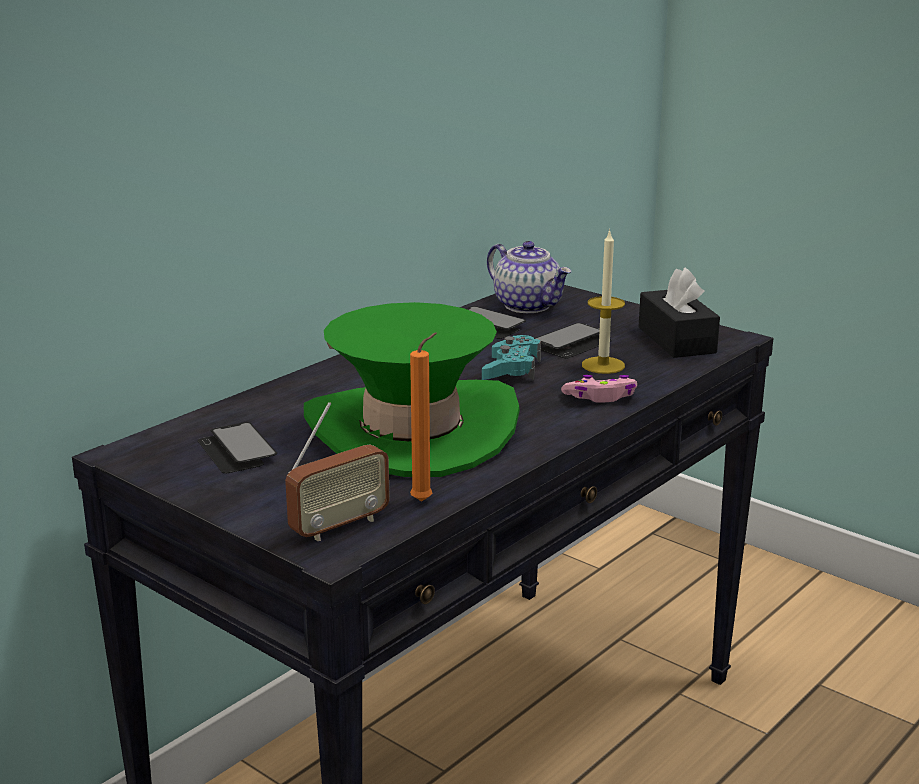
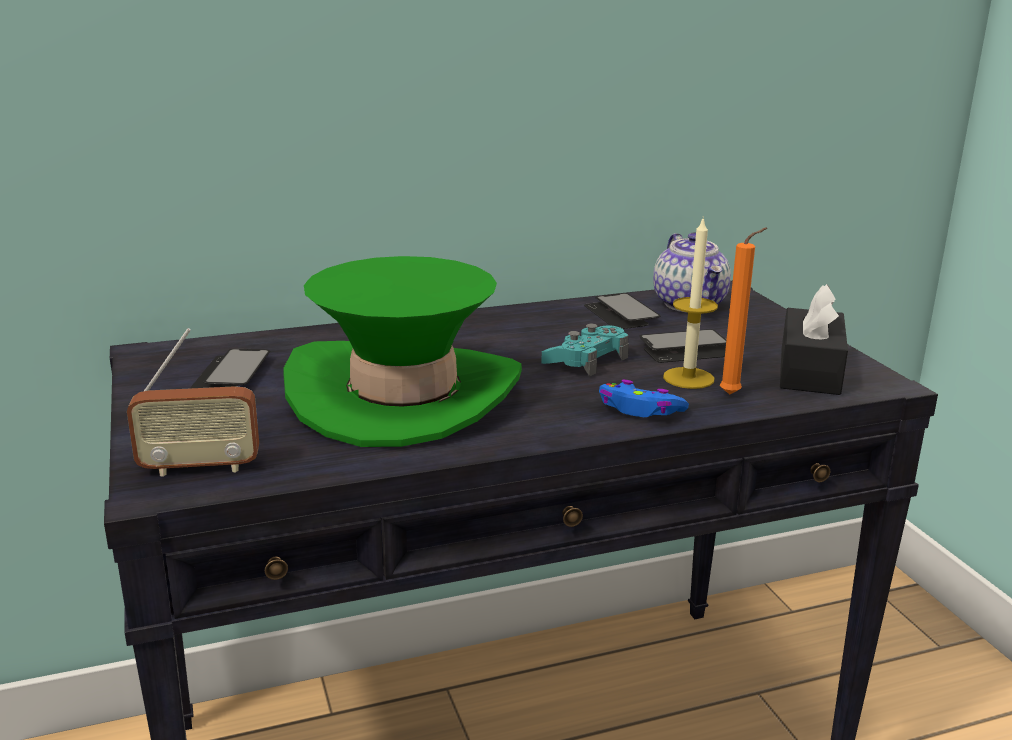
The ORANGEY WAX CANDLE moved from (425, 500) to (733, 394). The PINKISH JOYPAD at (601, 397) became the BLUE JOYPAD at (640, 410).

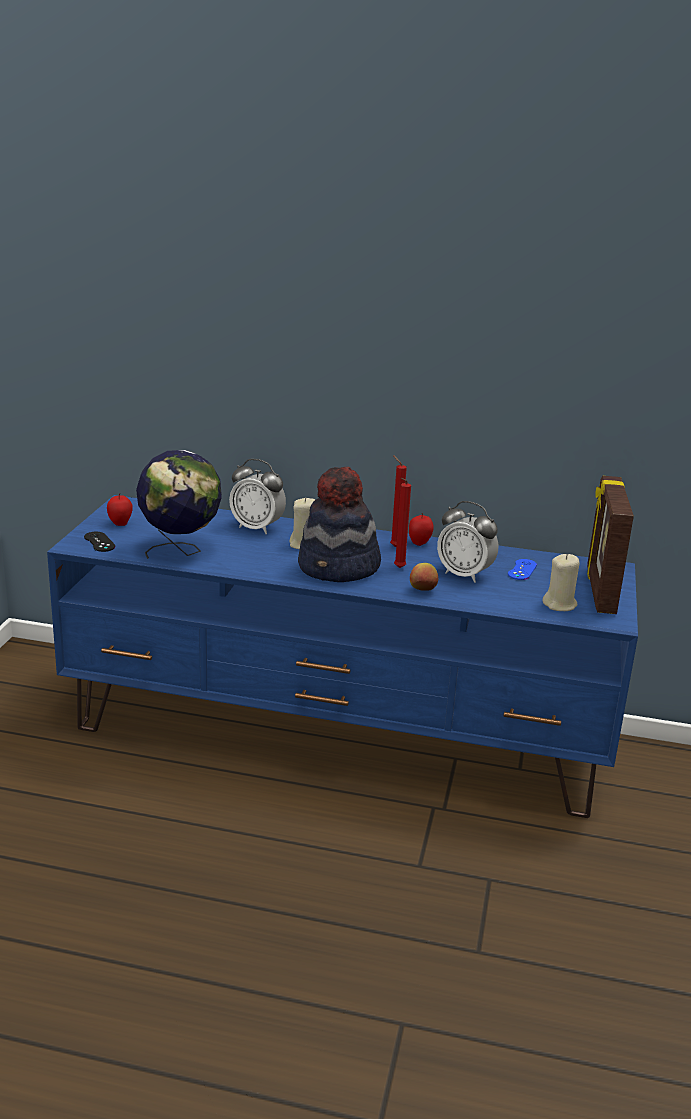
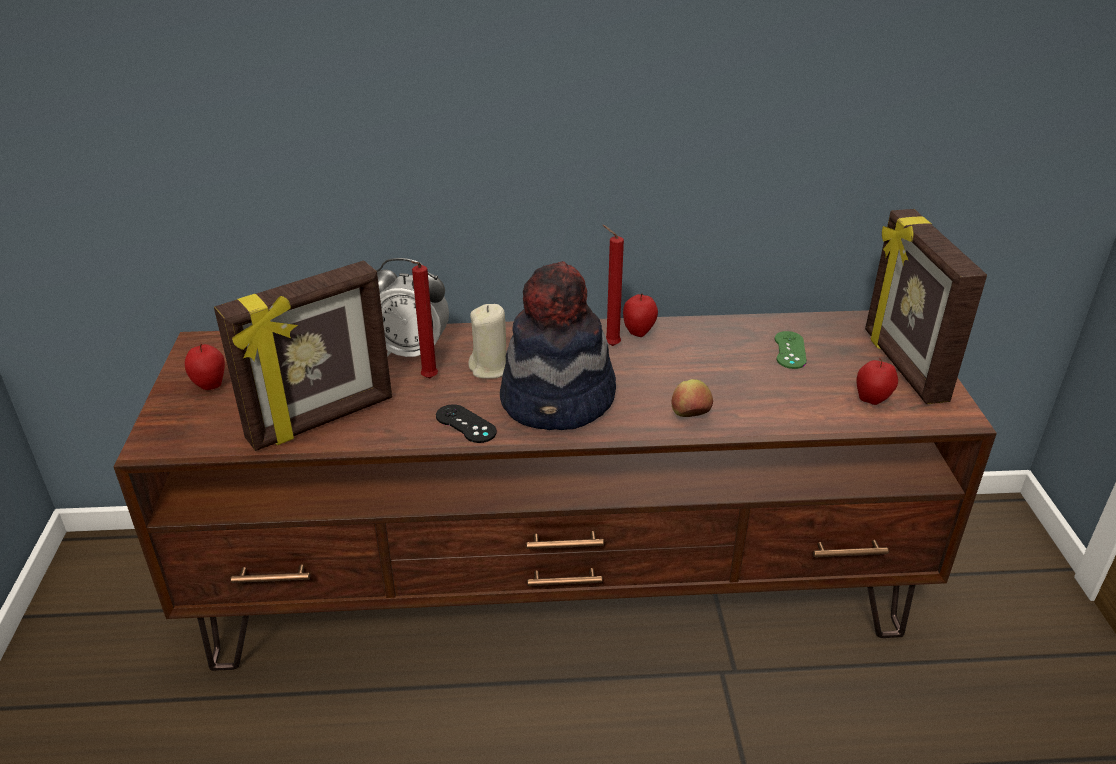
The GLOBE at (180, 551) was replaced by the PICTURE FRAME at (322, 420). The REDDISH WAX CANDLE moved from (398, 568) to (428, 379). The BLUE MEDIA CONSOLE at (339, 736) became the BROWN-COLOURED MEDIA CONSOLE at (560, 587). The BEDSIDE CLOCK at (464, 575) disappeared. The BLACKISH JOYPAD moved from (99, 542) to (465, 424). The BEIGE WAX CANDLE at (560, 604) was replaced by the APPLE FRUIT at (872, 400). The BLUE JOYPAD at (522, 570) became the GREENISH JOYPAD at (790, 350).

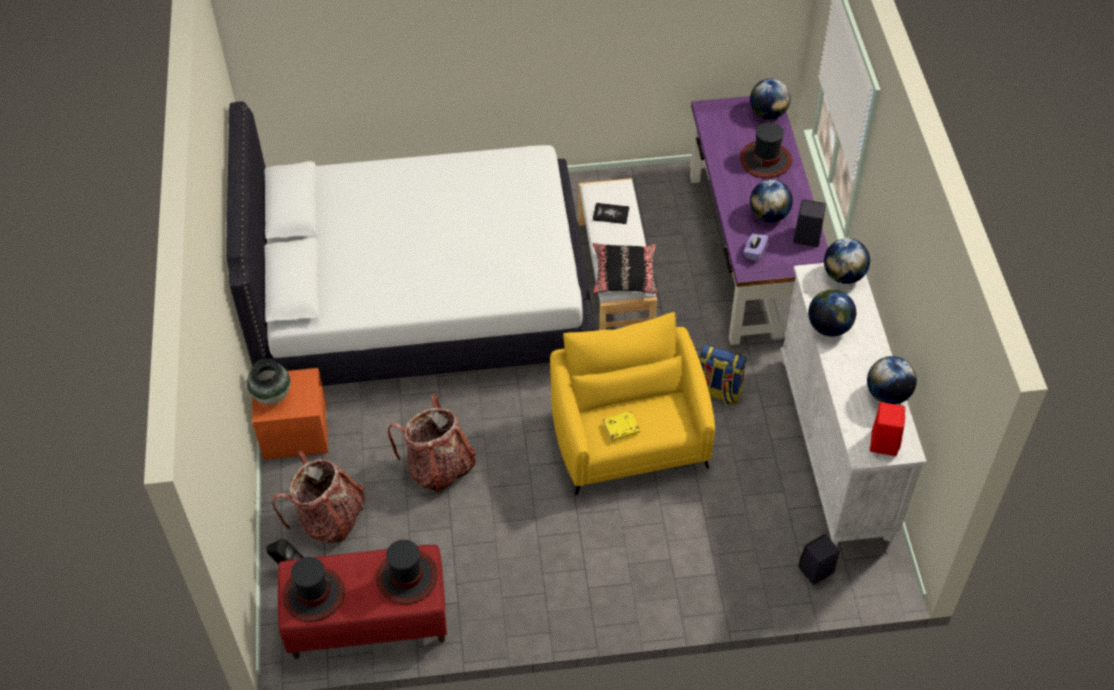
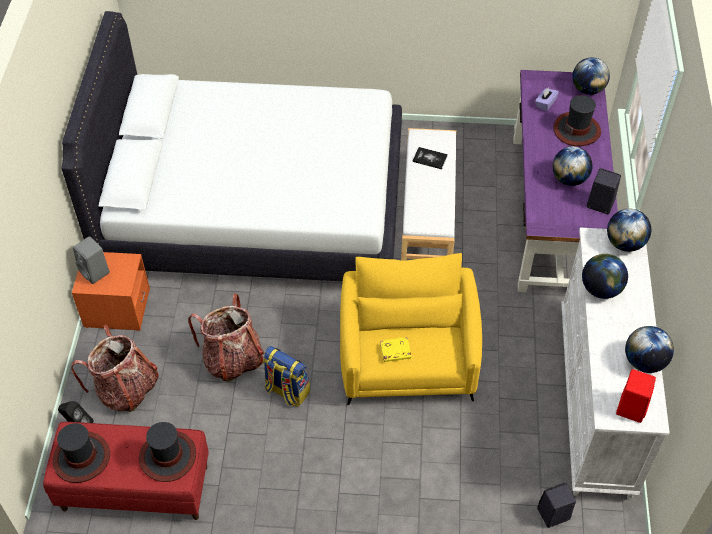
The PURPLE BOX OF TISSUES moved from (754, 252) to (545, 104). The BLACKISH CUSHION at (624, 274) disappeared. The KNAPSACK moved from (718, 392) to (286, 391). The DECORATIVE VASE at (272, 396) was replaced by the GREY SPEAKER at (95, 272).

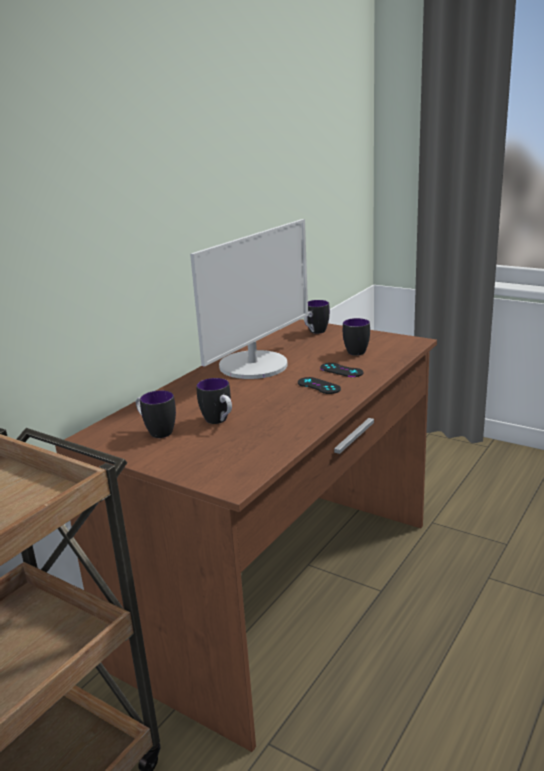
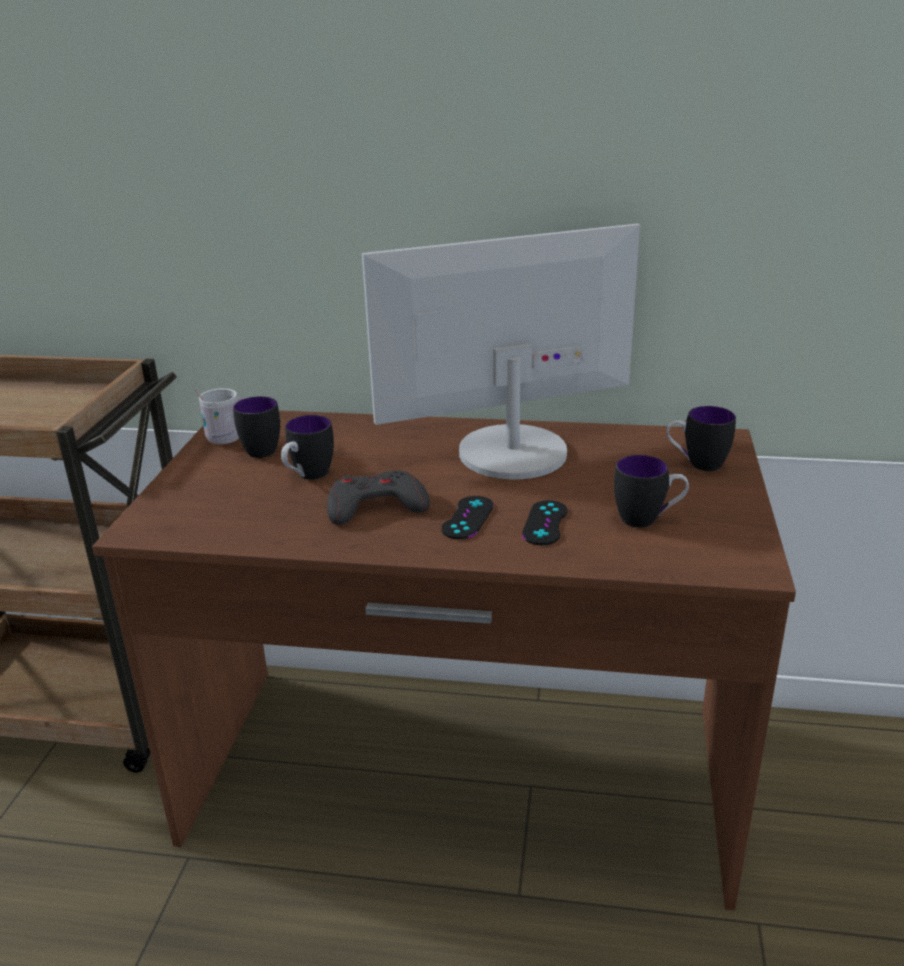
The COMPUTER DISPLAY at (254, 365) turned 150 degrees clockwise. The WHITISH TEA MUG at (230, 437) appeared. The GREY JOYPAD at (376, 506) appeared.

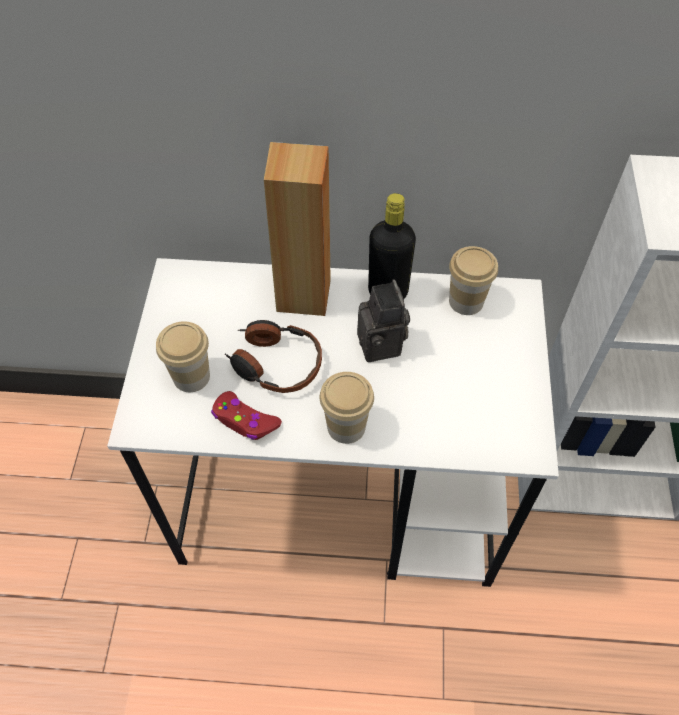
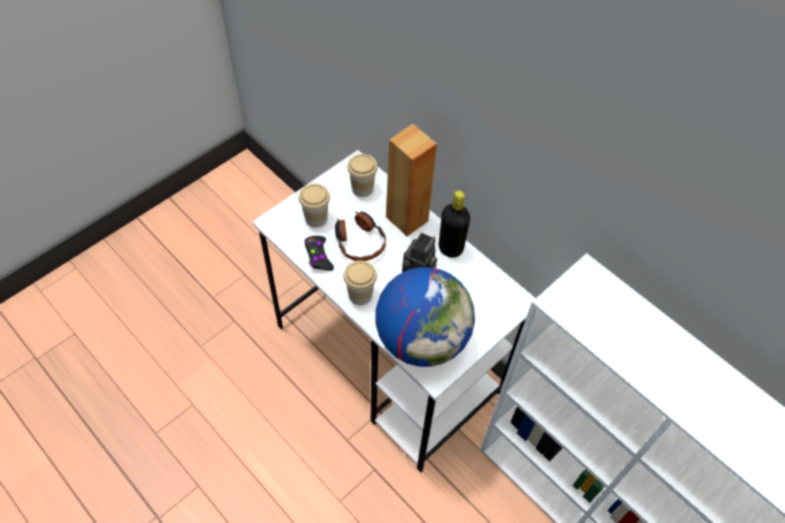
The DRINKING CUP moved from (466, 301) to (362, 188). The REDDISH JOYPAD at (245, 421) became the BLACKISH JOYPAD at (318, 256). The GLOBE at (422, 339) appeared.

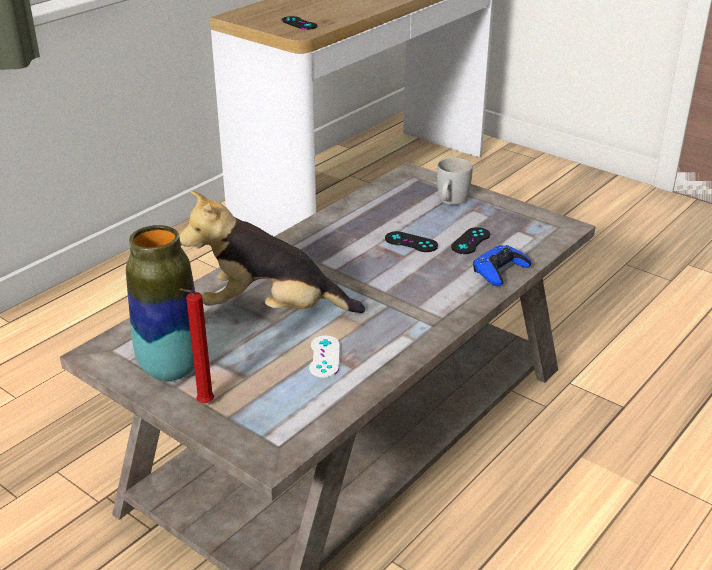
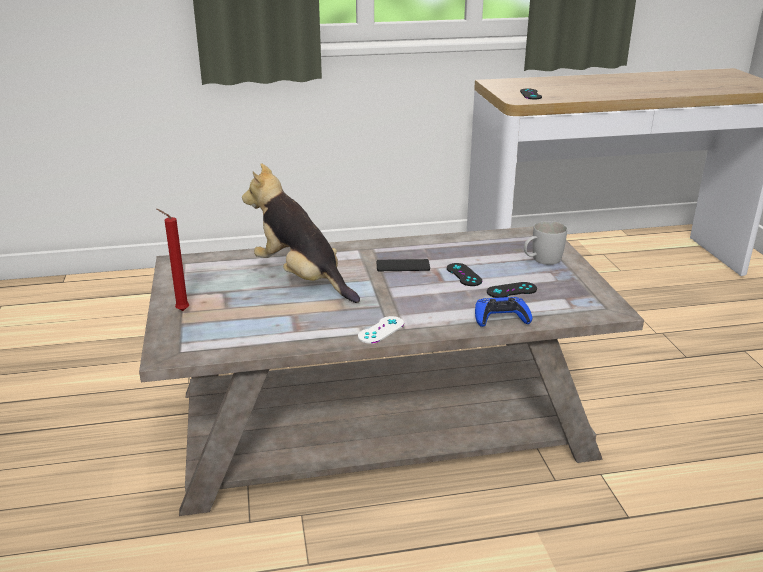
The DECORATIVE VASE at (171, 368) disappeared. The WHITISH JOYPAD moved from (324, 356) to (381, 330). The HANDSET at (403, 266) appeared.

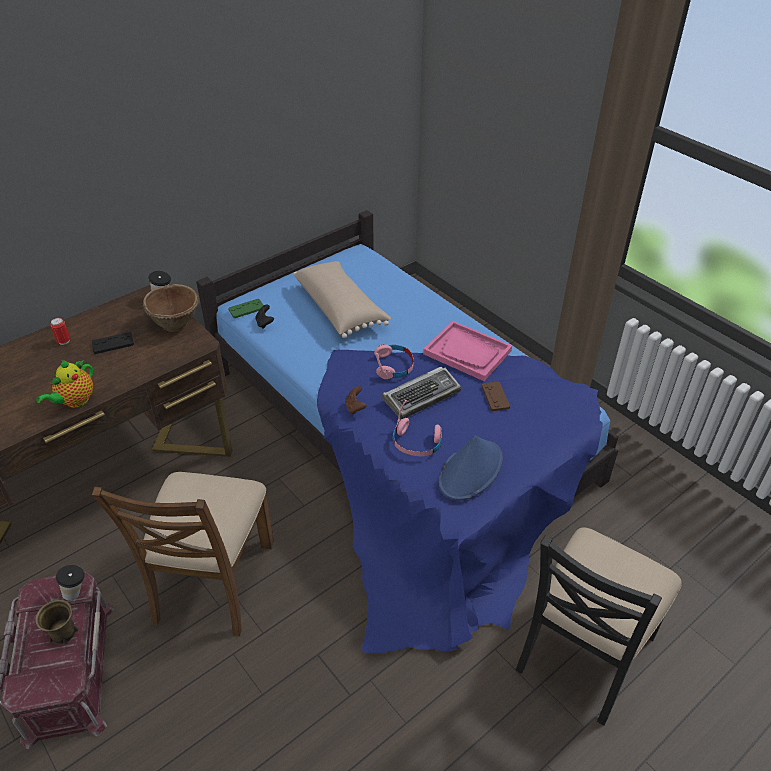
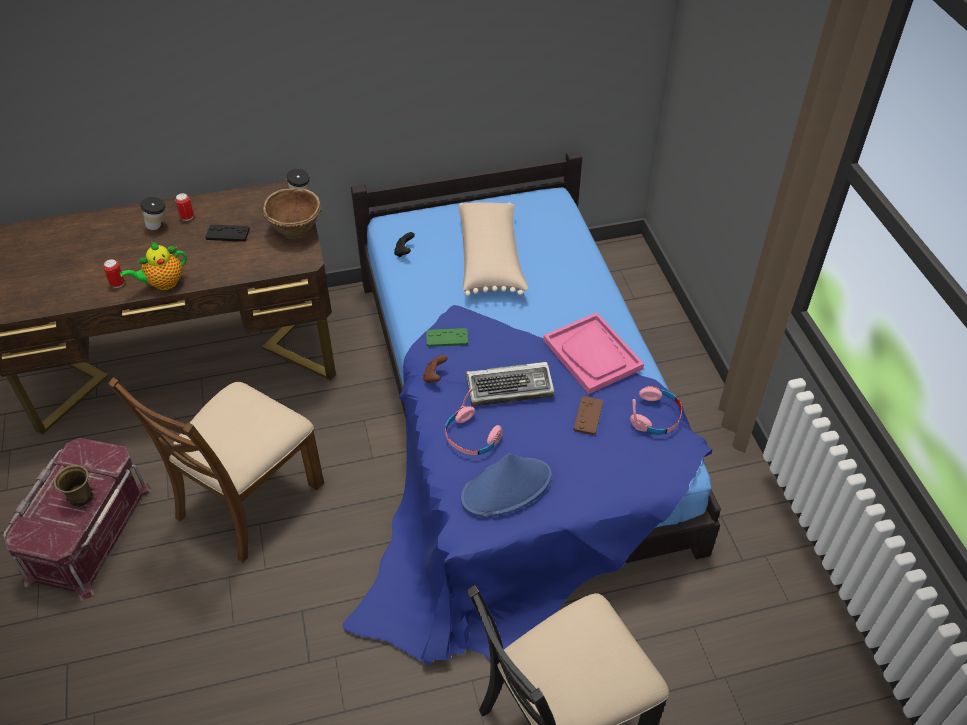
The GREENISH JOYPAD moved from (246, 309) to (447, 338). The PINKISH HEADPHONES moved from (394, 366) to (656, 416). The DRINKING CUP moved from (77, 592) to (158, 226). The SEALED CAN at (117, 284) appeared.

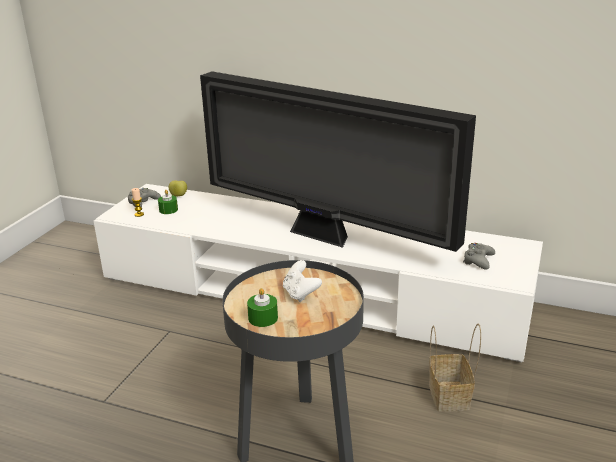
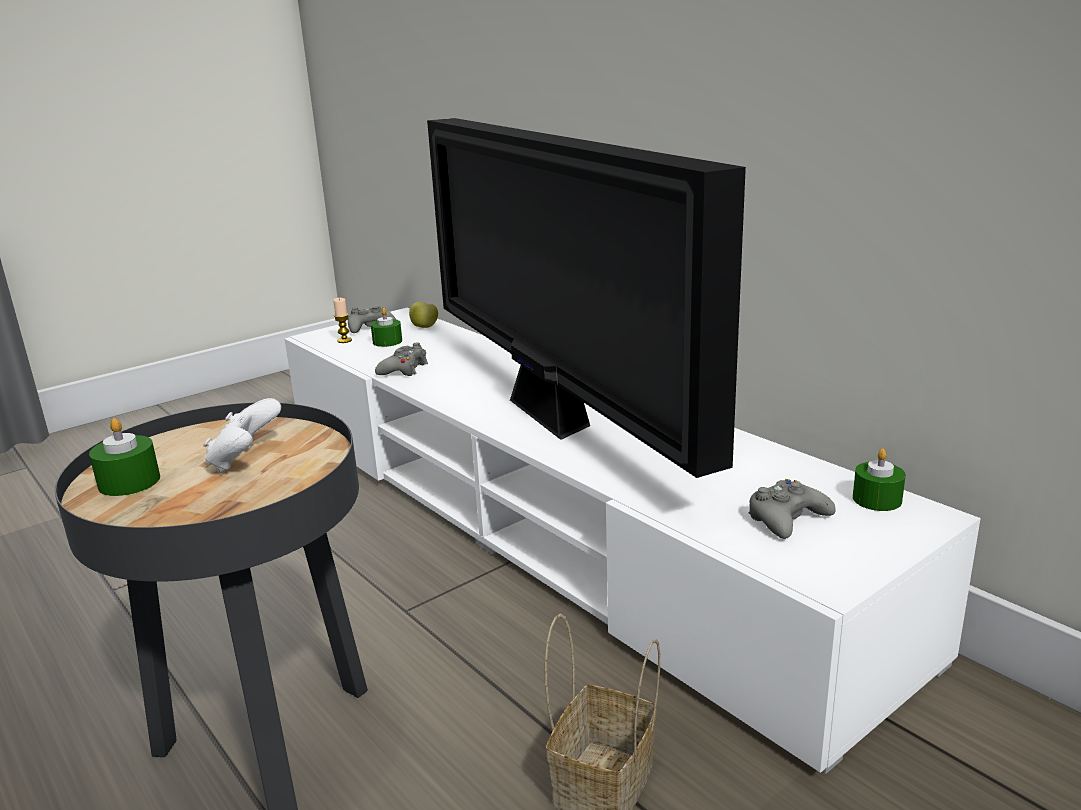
The GREY JOYPAD at (403, 369) appeared. The GREENISH WAX CANDLE at (877, 499) appeared.

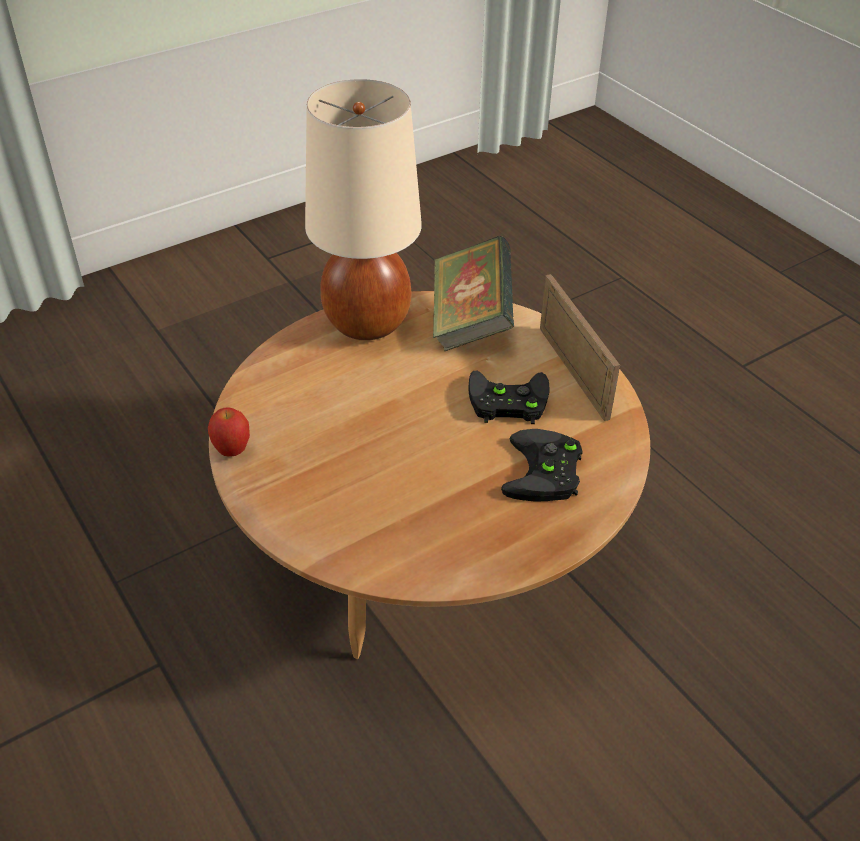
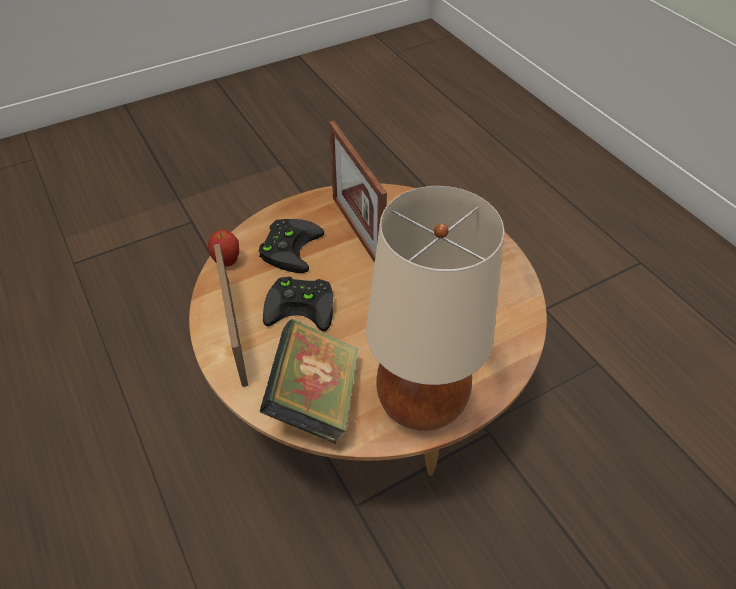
The APPLE FRUIT moved from (232, 450) to (227, 262). The PICTURE FRAME at (357, 232) appeared.

